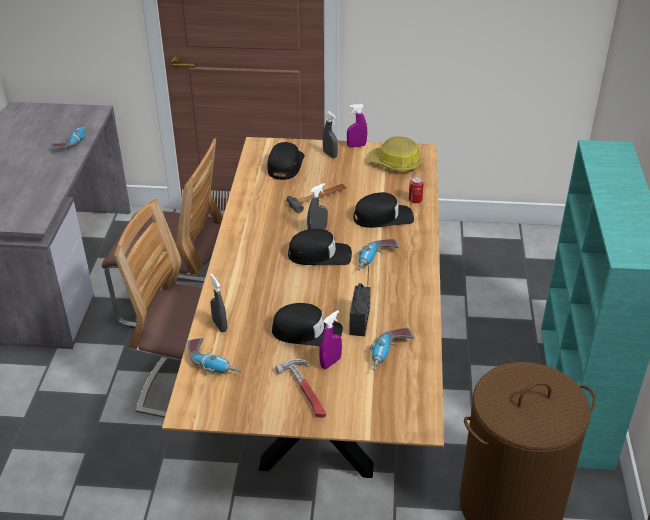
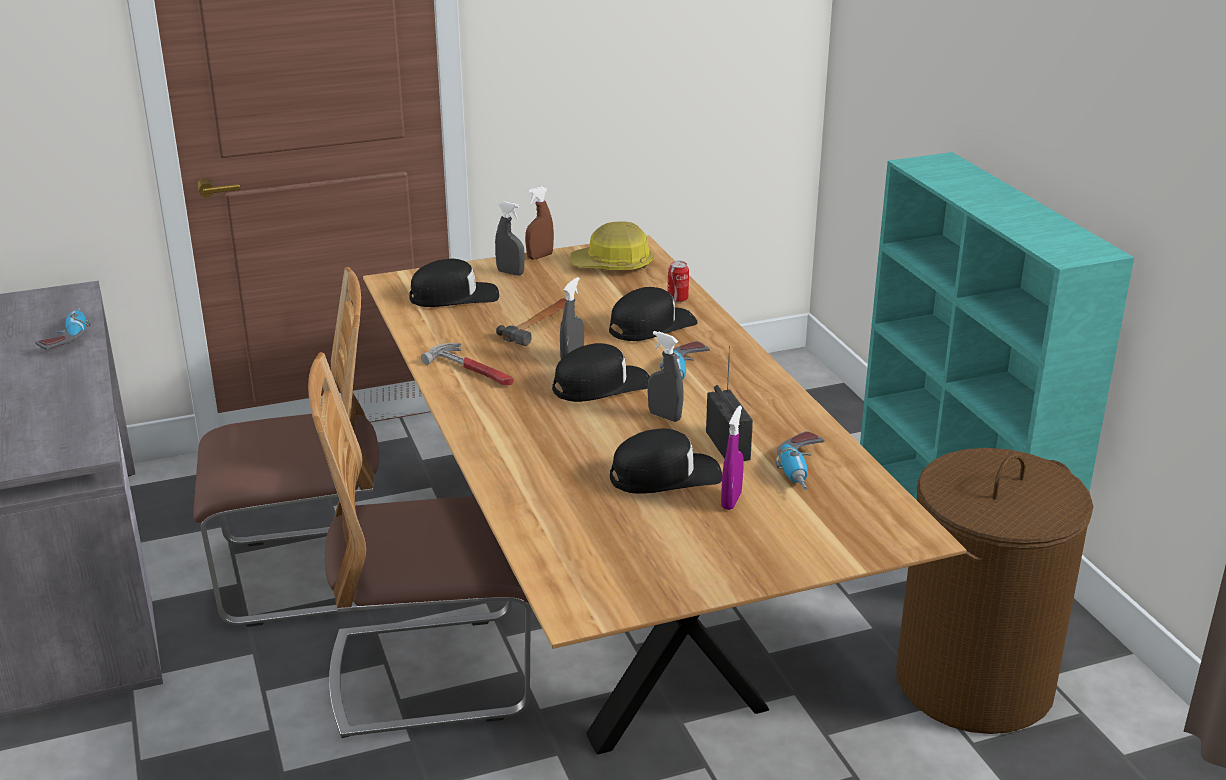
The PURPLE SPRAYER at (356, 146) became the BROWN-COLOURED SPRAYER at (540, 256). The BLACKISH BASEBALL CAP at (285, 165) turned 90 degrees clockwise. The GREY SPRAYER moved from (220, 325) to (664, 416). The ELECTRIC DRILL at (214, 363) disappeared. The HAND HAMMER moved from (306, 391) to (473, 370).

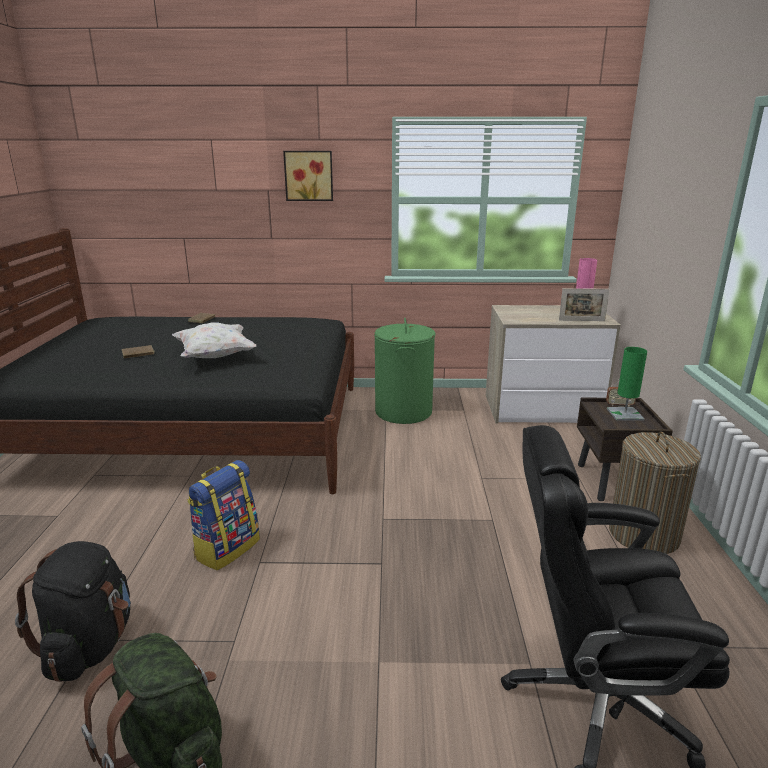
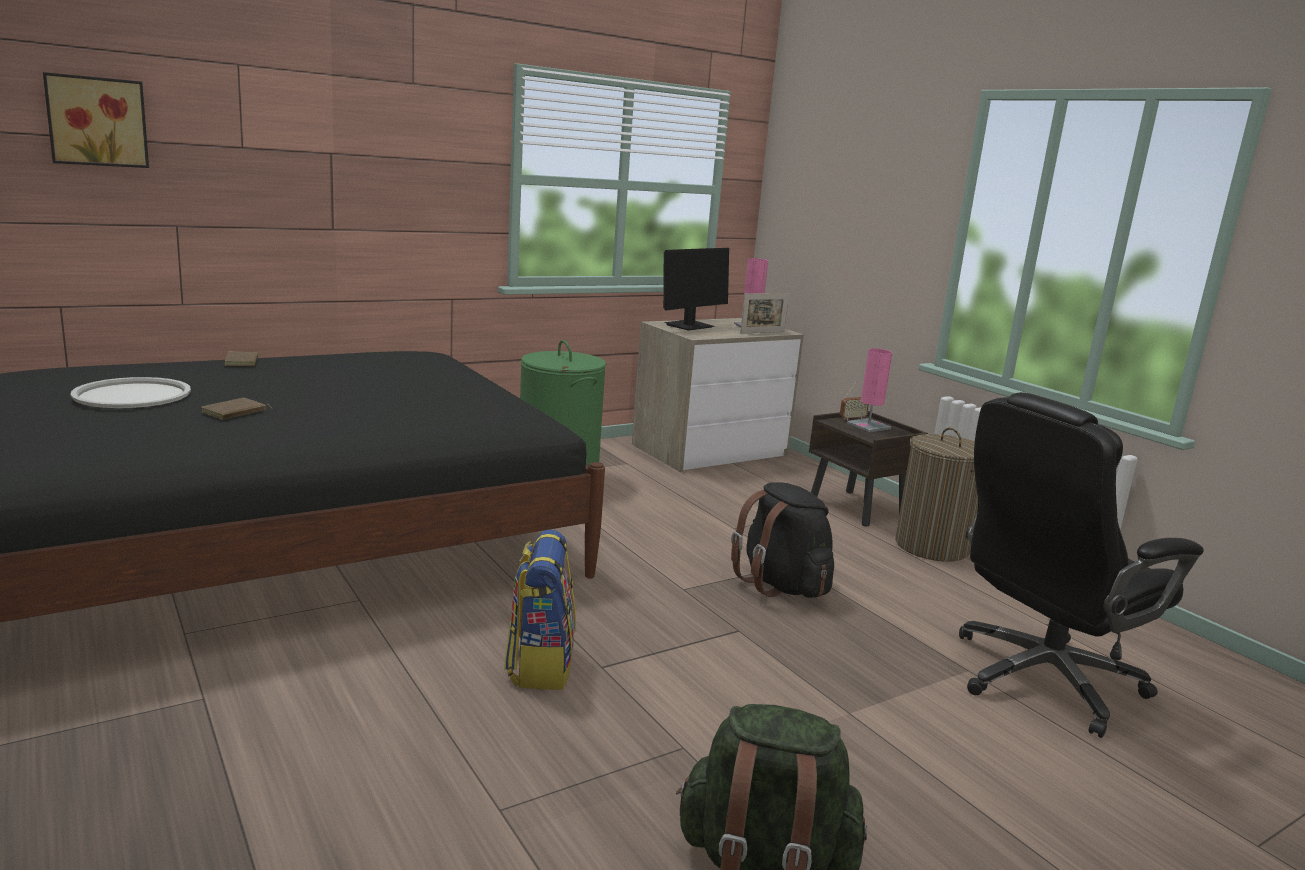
The WALL ART moved from (309, 176) to (97, 121). The WHITISH CUSHION at (215, 356) disappeared. The GREENISH TABLE LAMP at (625, 414) became the PINKISH TABLE LAMP at (868, 426). The BLACKISH KNAPSACK moved from (90, 645) to (781, 585). The COMPUTER DISPLAY at (689, 326) appeared. The WHITISH CARRYING TRAY at (132, 395) appeared.

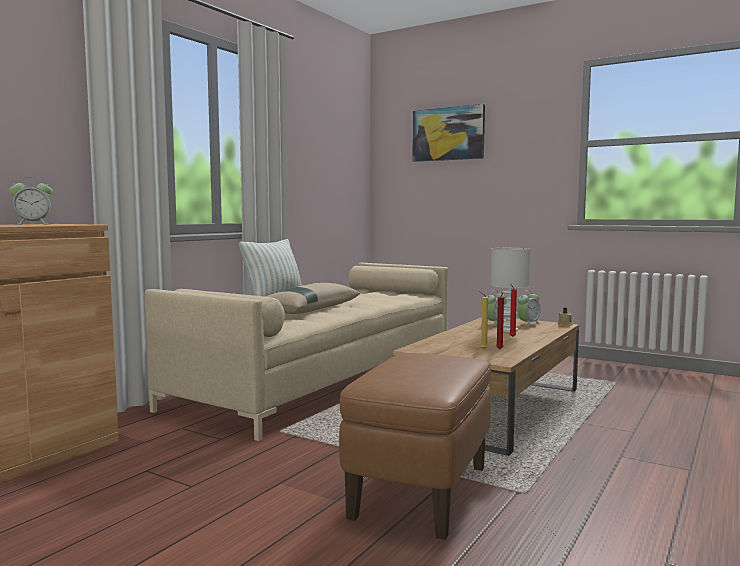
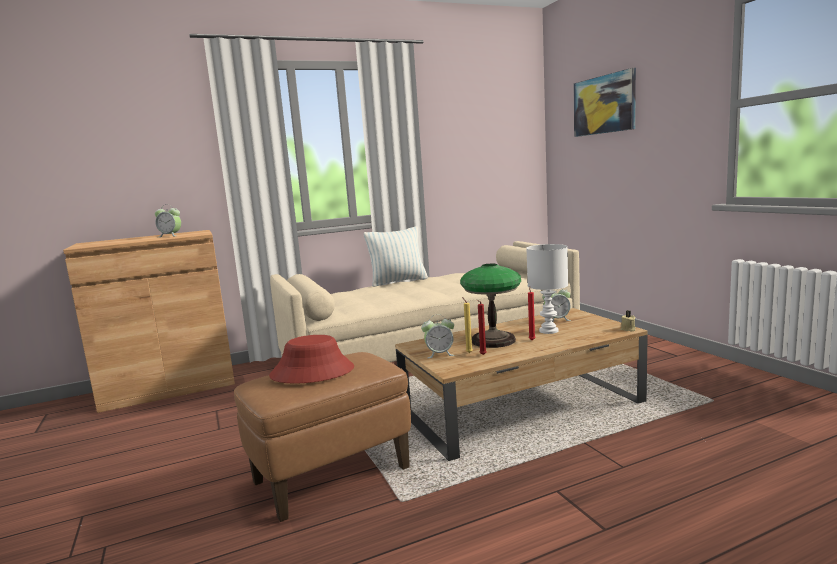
The BEIGE CUSHION at (309, 309) disappeared. The BEDSIDE CLOCK moved from (528, 323) to (439, 354). The TABLE LAMP at (492, 340) appeared. The REDDISH CLOTHING HAT at (312, 372) appeared.

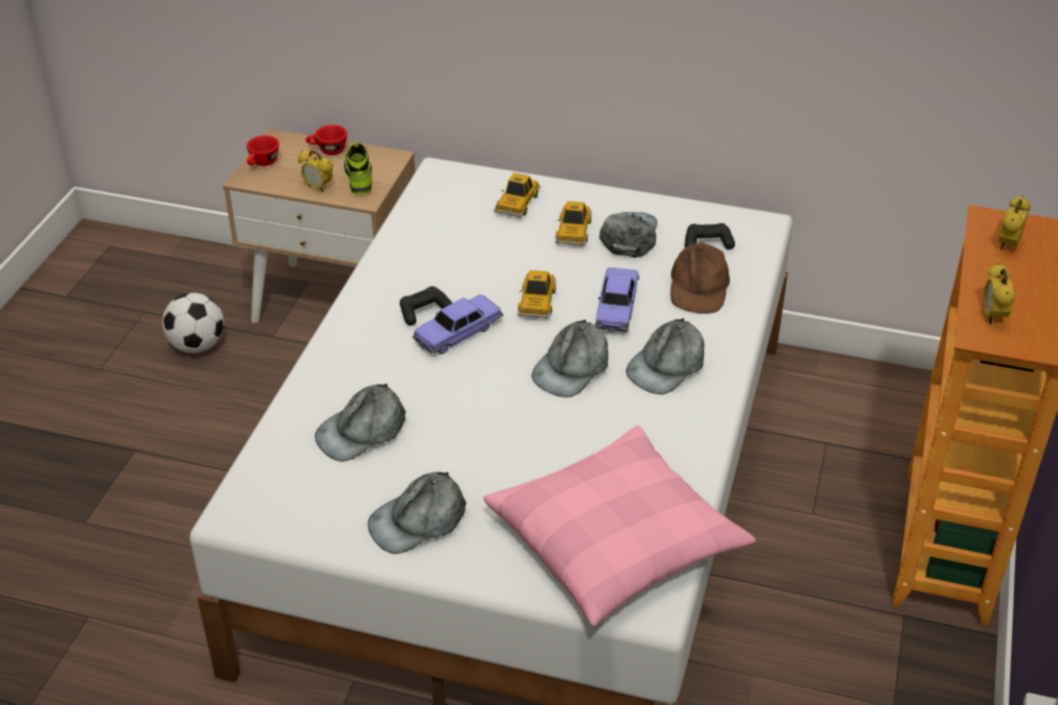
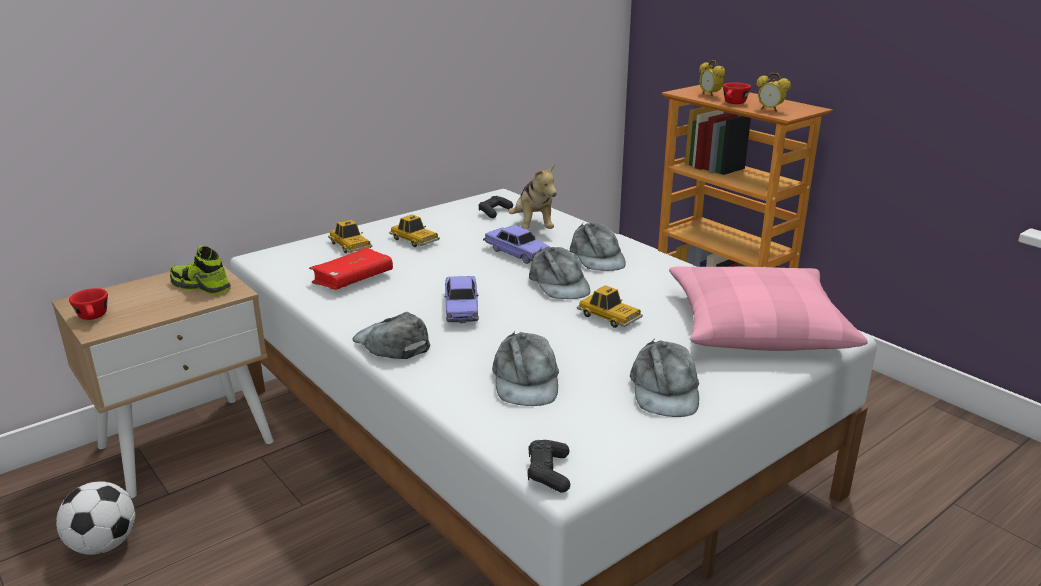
The REDDISH DRINKING CUP moved from (328, 150) to (733, 103). The BEDSIDE CLOCK at (318, 187) disappeared. The GREY BASEBALL CAP moved from (629, 236) to (391, 343). The BROWN-COLOURED BASEBALL CAP at (698, 287) was replaced by the CUDDLY TOY at (533, 227). The MODEL CAR moved from (537, 302) to (609, 317). The BLACKISH JOYPAD moved from (424, 311) to (548, 473). The REDDISH BOUND BOOK at (353, 279) appeared.

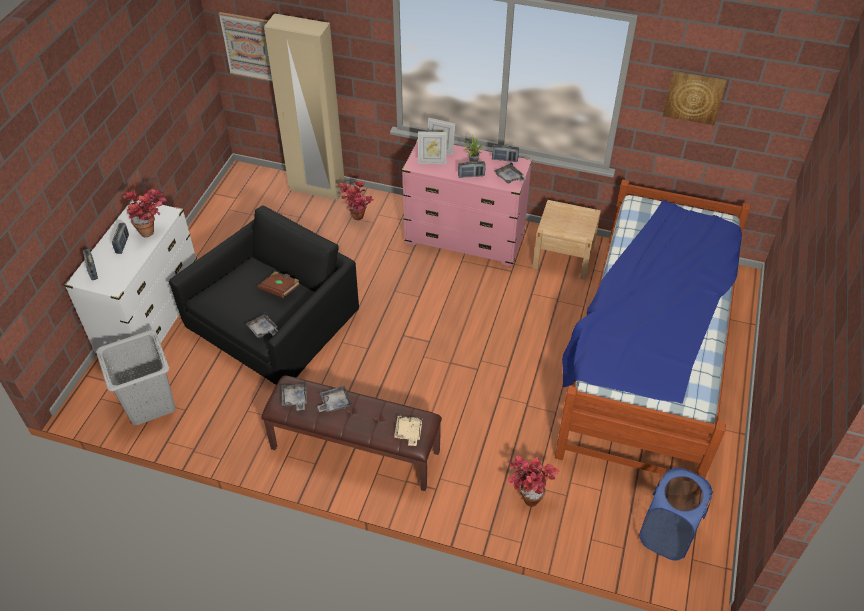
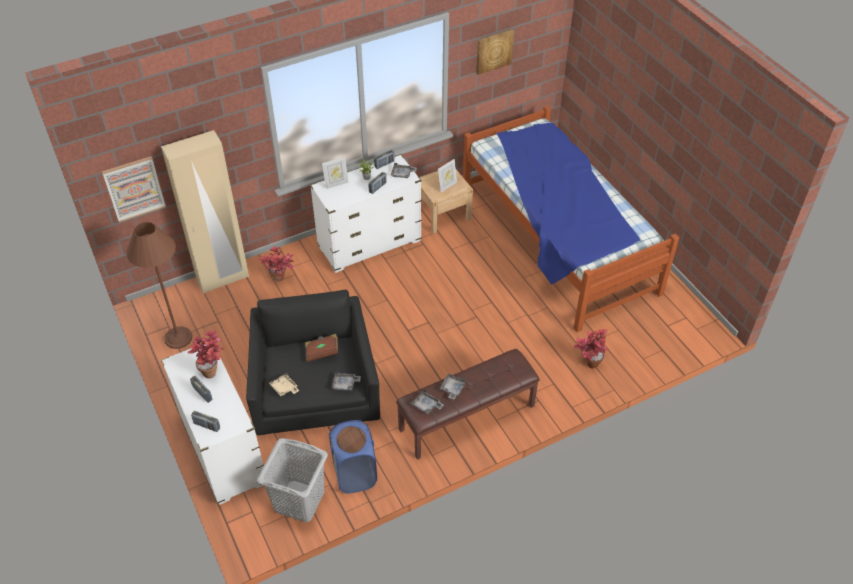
The PICTURE FRAME moved from (432, 162) to (447, 186). The PINKISH DRESSER at (465, 239) became the WHITISH DRESSER at (370, 244). The BEIGE CARRYING TRAY moved from (408, 432) to (284, 388). The BLUE LAUNDRY BASKET moved from (667, 534) to (354, 474). The BROWN-COLOURED STANDING LAMP at (178, 338) appeared.

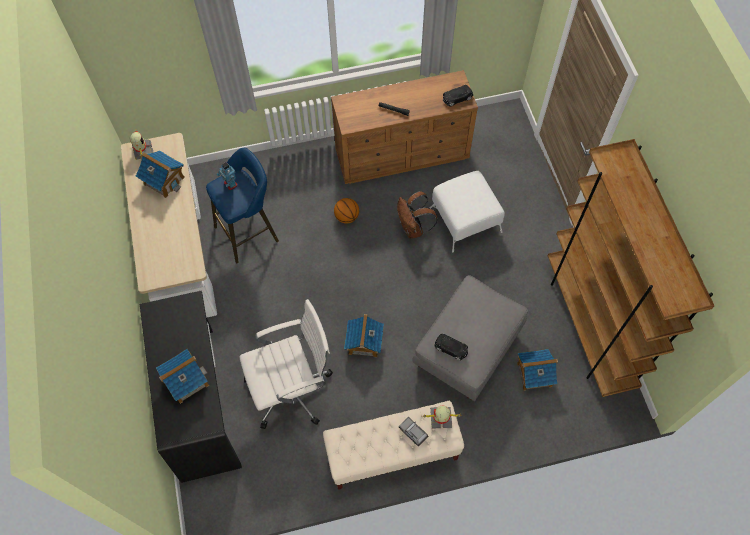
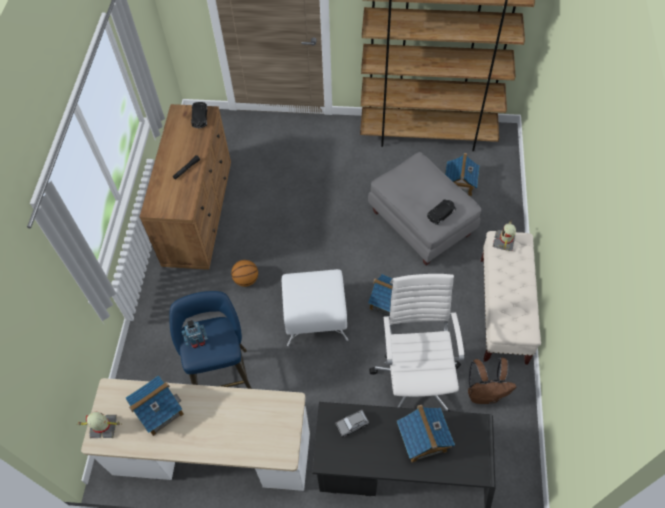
The WHITISH FOOTREST moved from (465, 219) to (314, 315). The BROWN-COLOURED KNAPSACK moved from (413, 228) to (484, 393). The GREY MODEL CAR moved from (413, 432) to (352, 425).

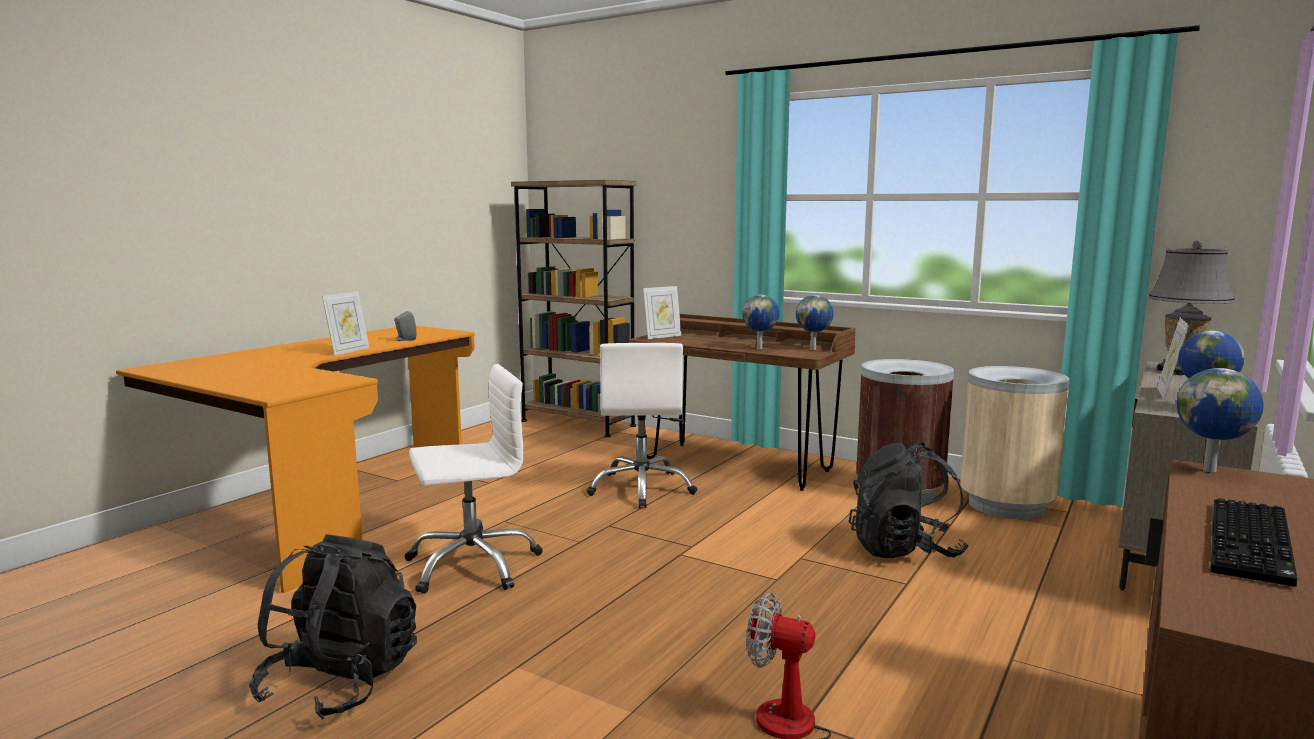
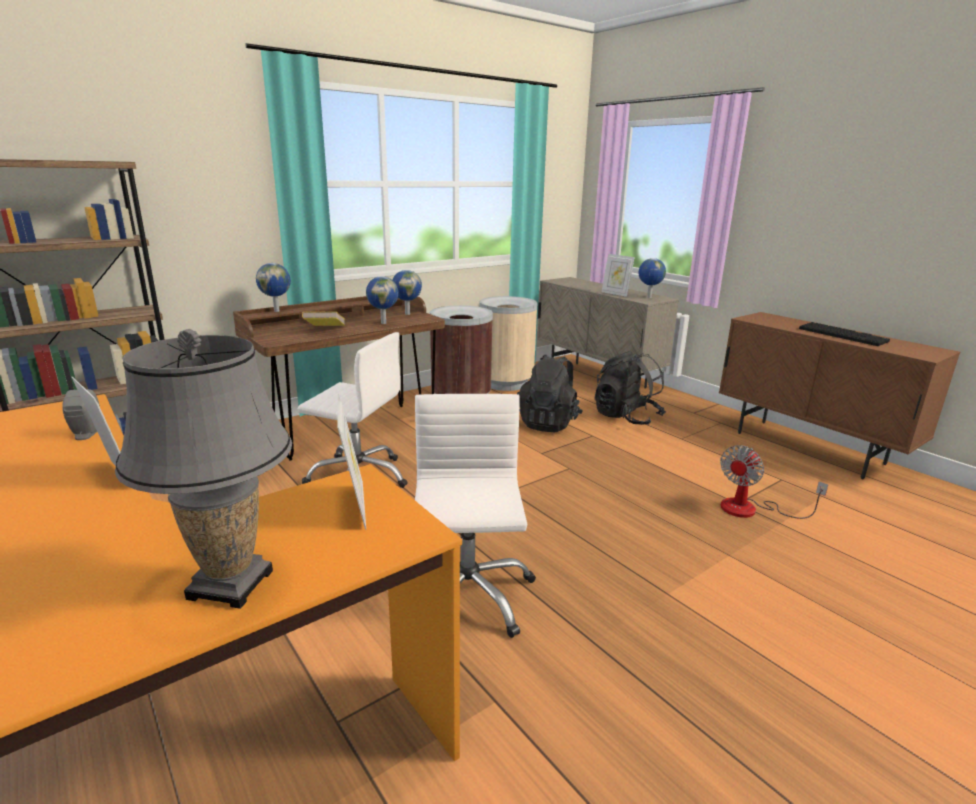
The GREY TABLE LAMP moved from (1181, 372) to (231, 584). The PICTURE FRAME moved from (662, 336) to (355, 507). The GLOBE moved from (1211, 470) to (277, 311). The BLACKISH KNAPSACK moved from (341, 683) to (626, 417). The YELLOW BOUND BOOK at (325, 330) appeared.

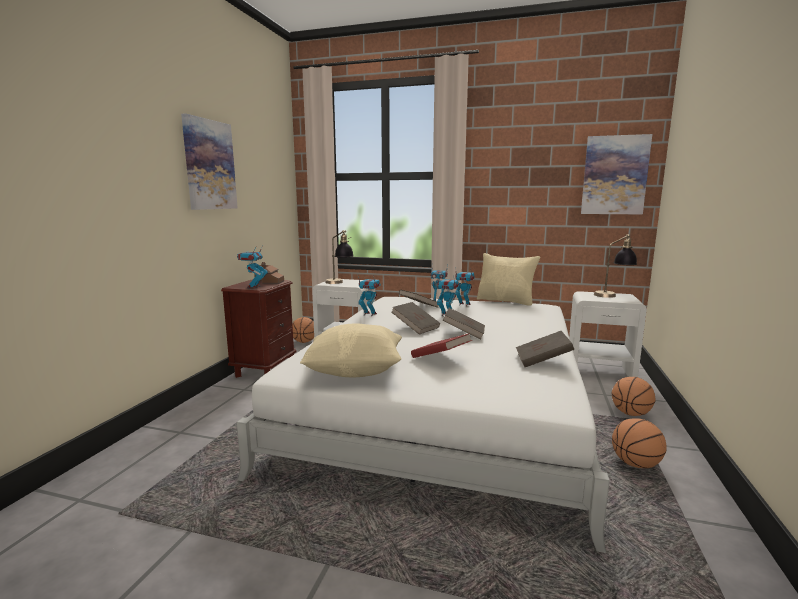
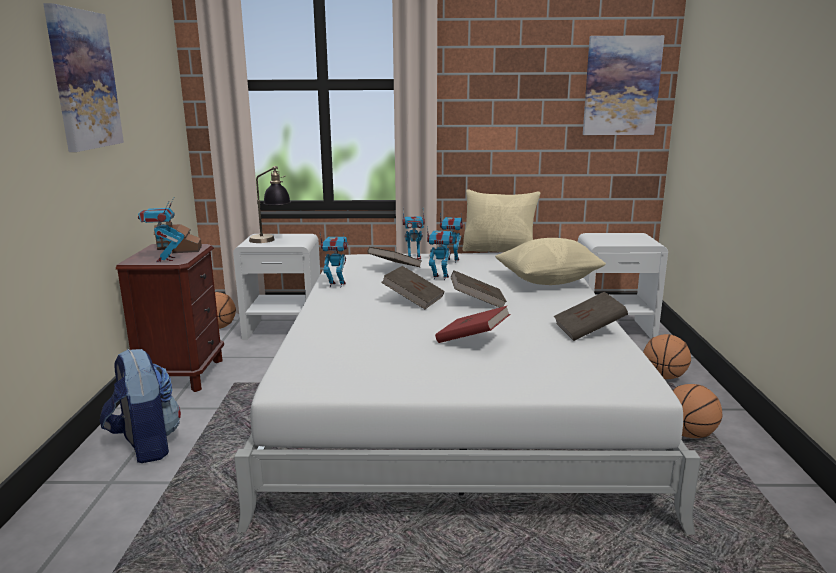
The TABLE LAMP at (613, 295) disappeared. The BEIGE CUSHION moved from (355, 371) to (548, 281). The KNAPSACK at (145, 445) appeared.

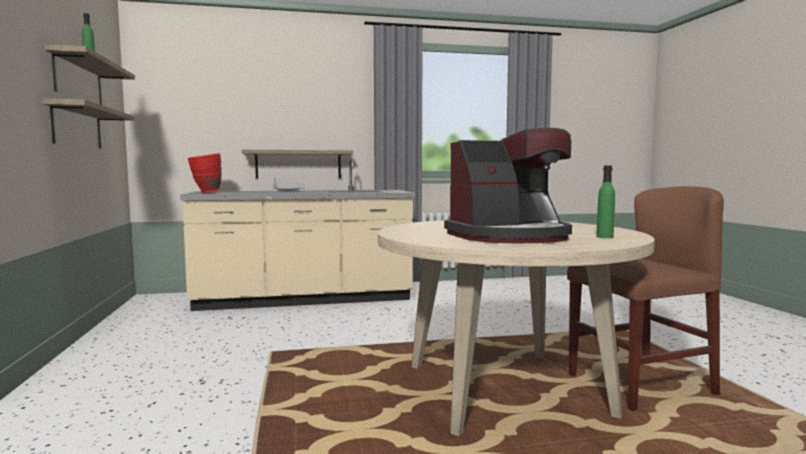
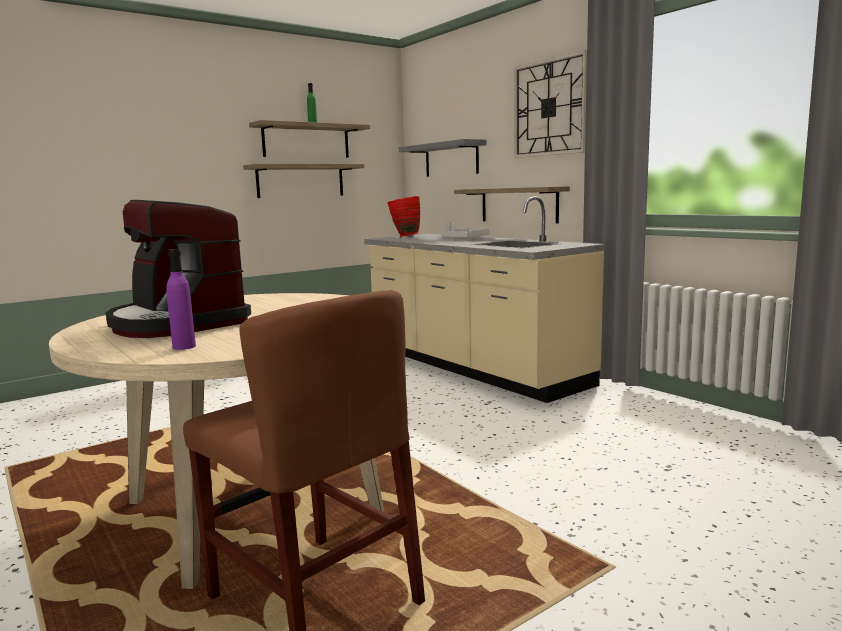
The GREENISH BEVERAGE BOTTLE at (604, 237) became the PURPLE BEVERAGE BOTTLE at (184, 347). The CLOCK ON THE WALL at (549, 108) appeared. The GREY SHELF at (451, 159) appeared.

